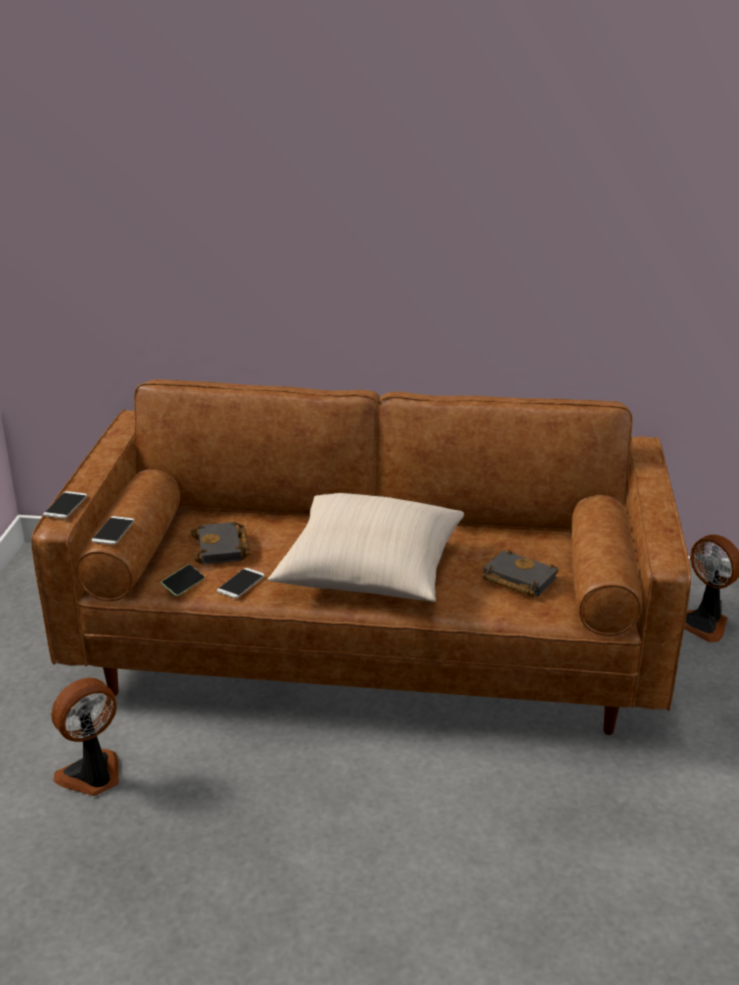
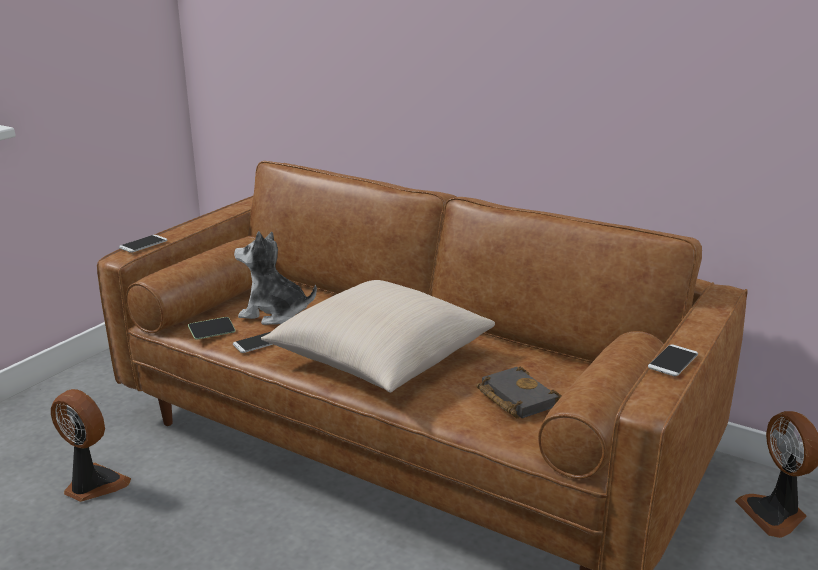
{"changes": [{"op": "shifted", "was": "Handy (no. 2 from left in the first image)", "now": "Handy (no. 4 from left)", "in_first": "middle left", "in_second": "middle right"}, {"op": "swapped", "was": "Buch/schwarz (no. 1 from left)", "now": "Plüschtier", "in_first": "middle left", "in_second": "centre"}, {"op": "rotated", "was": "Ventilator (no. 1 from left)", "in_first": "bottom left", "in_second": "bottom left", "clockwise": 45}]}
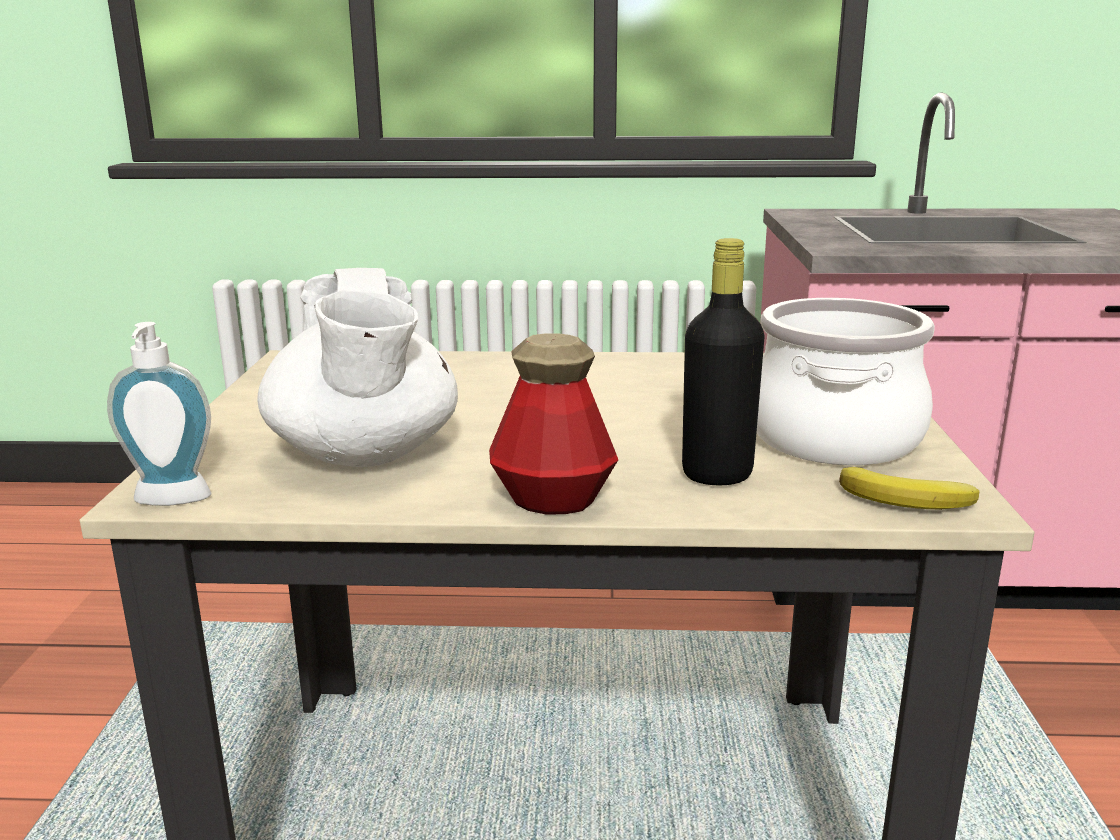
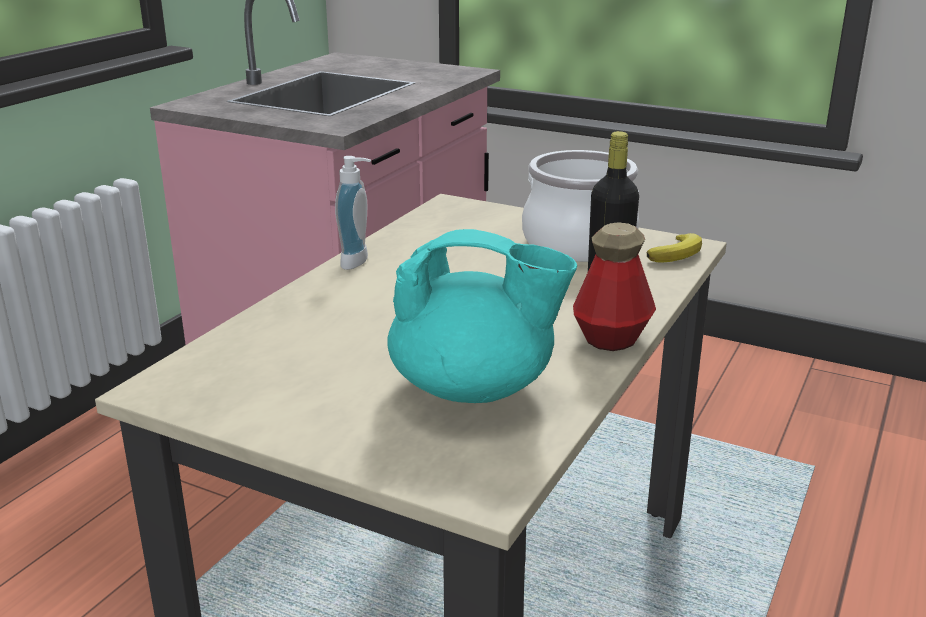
{"changes": [{"op": "shifted", "was": "Seifenspender", "in_first": "middle left", "in_second": "centre"}, {"op": "repainted", "was": "Teekanne/weiß", "now": "Teekanne/türkis", "in_first": "middle left", "in_second": "centre"}]}
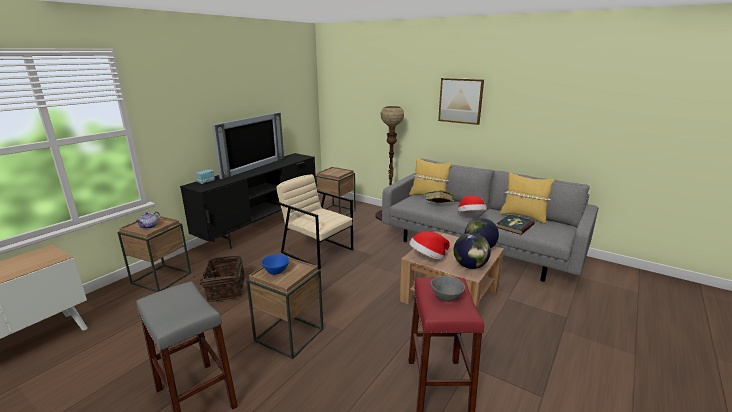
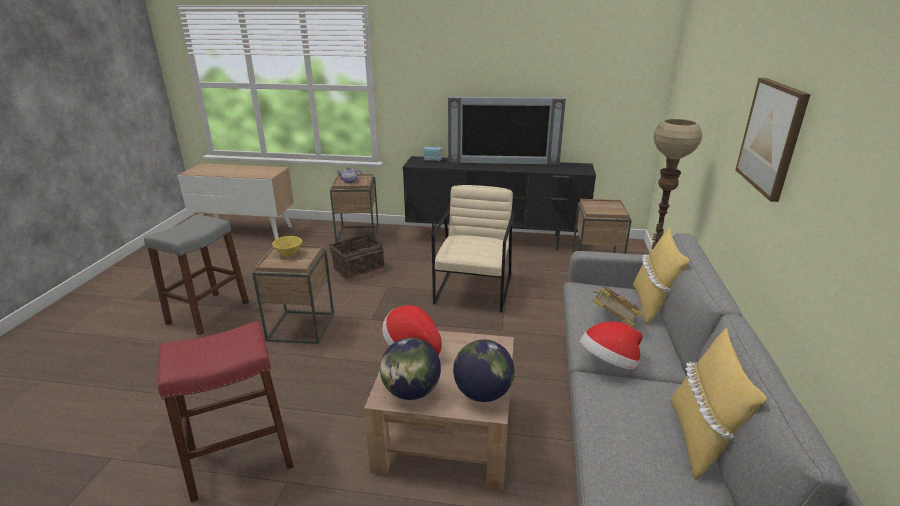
{"changes": [{"op": "gone", "was": "Schüssel/grau", "in_first": "bottom centre"}, {"op": "gone", "was": "Buch (no. 2 from left)", "in_first": "middle right"}, {"op": "repainted", "was": "Schüssel/blau", "now": "Schüssel/gelb", "in_first": "centre", "in_second": "middle left"}]}
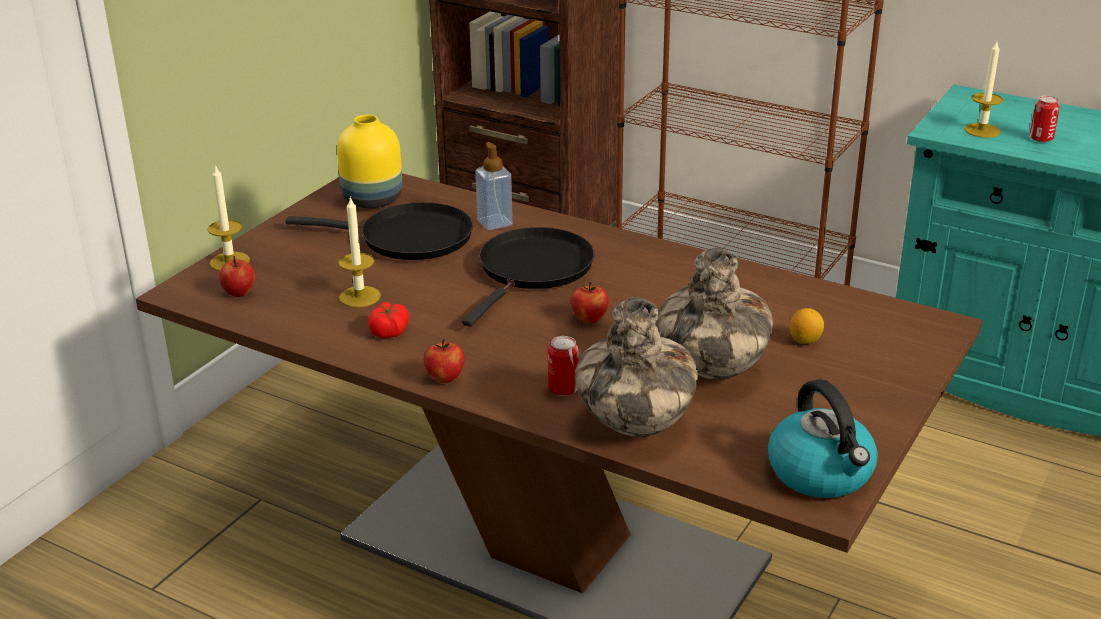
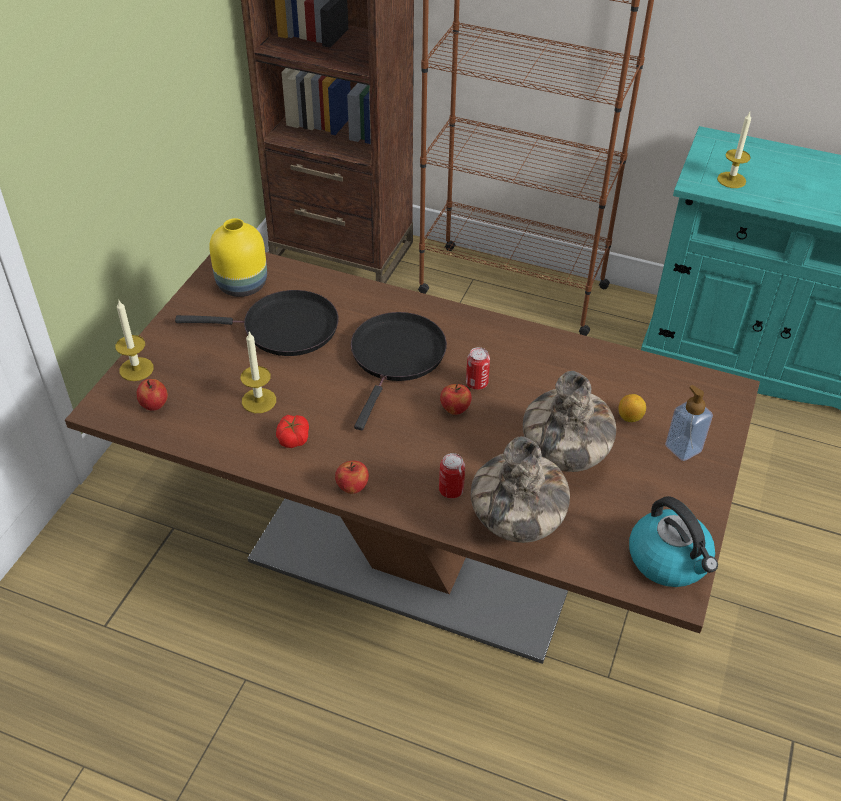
{"changes": [{"op": "shifted", "was": "Seifenspender", "in_first": "top centre", "in_second": "middle right"}, {"op": "shifted", "was": "Dose (no. 2 from left)", "in_first": "top right", "in_second": "centre"}]}
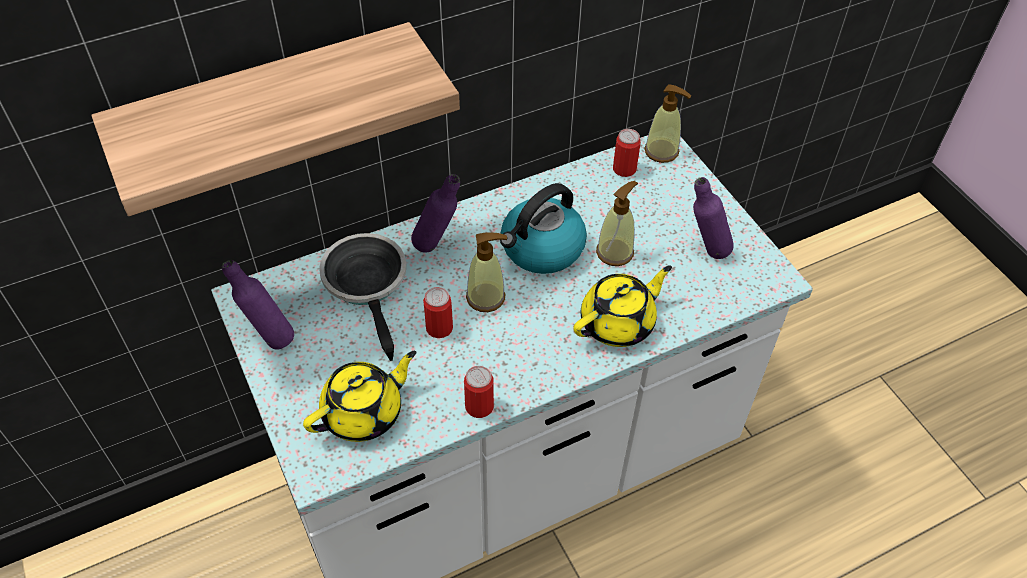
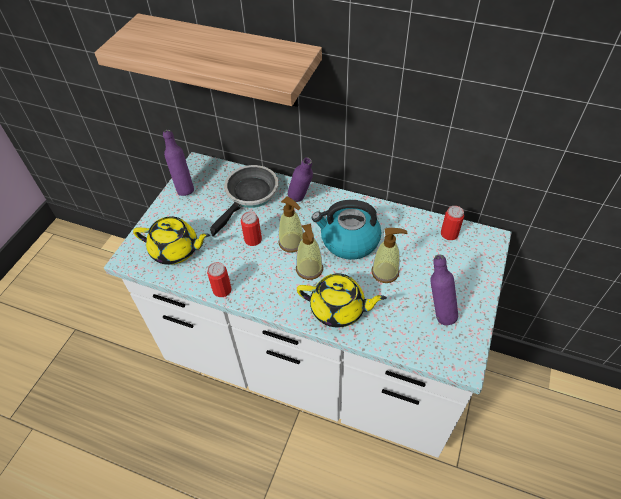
{"changes": [{"op": "shifted", "was": "Seifenspender (no. 3 from left in the first image)", "now": "Seifenspender (no. 2 from left)", "in_first": "top centre", "in_second": "centre"}]}
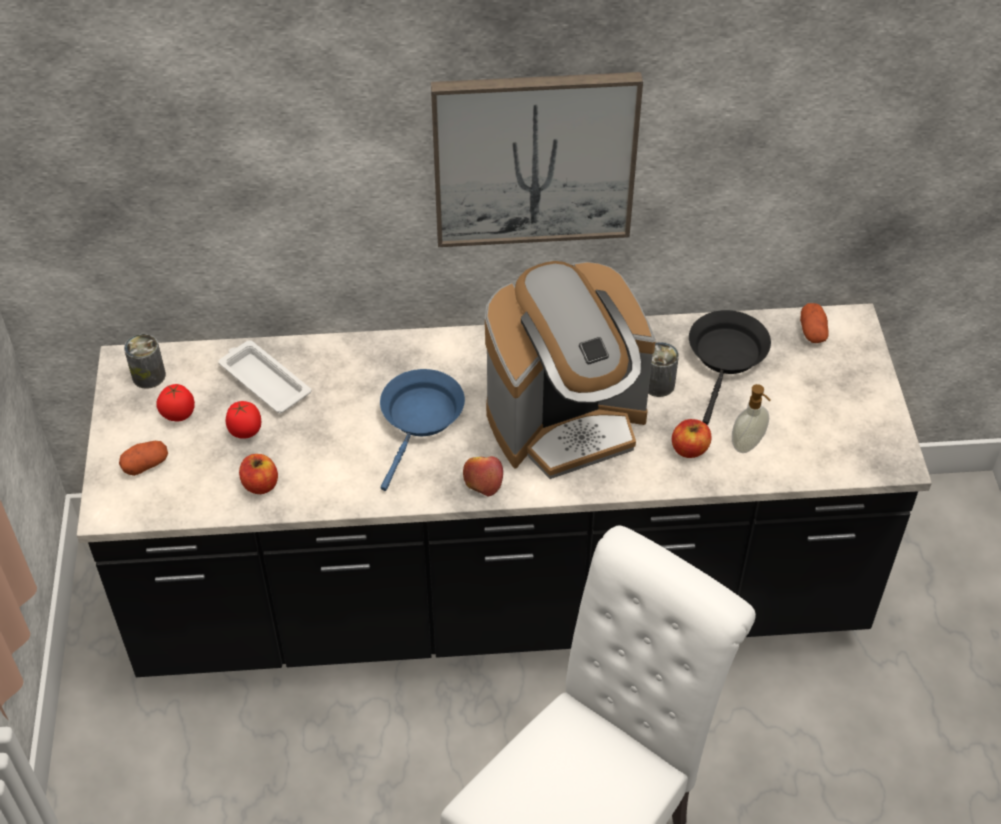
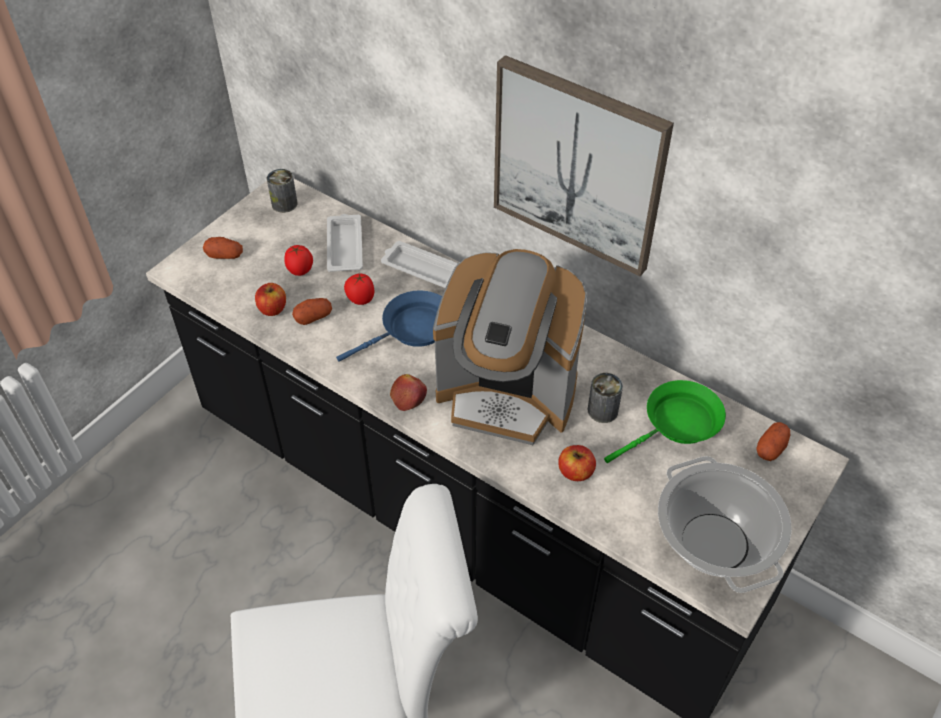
{"changes": [{"op": "gone", "was": "Seifenspender", "in_first": "middle right"}, {"op": "new", "now": "Kartoffel (no. 2 from left)", "in_second": "middle left"}, {"op": "new", "now": "Tablett/weiß (no. 2 from left)", "in_second": "centre"}, {"op": "new", "now": "Kochtopf", "in_second": "bottom right"}, {"op": "shifted", "was": "Tomate (no. 1 from left in the first image)", "now": "Tomate (no. 2 from left)", "in_first": "middle left", "in_second": "centre"}, {"op": "repainted", "was": "Pfanne/schwarz", "now": "Pfanne/grün", "in_first": "middle right", "in_second": "middle right"}]}
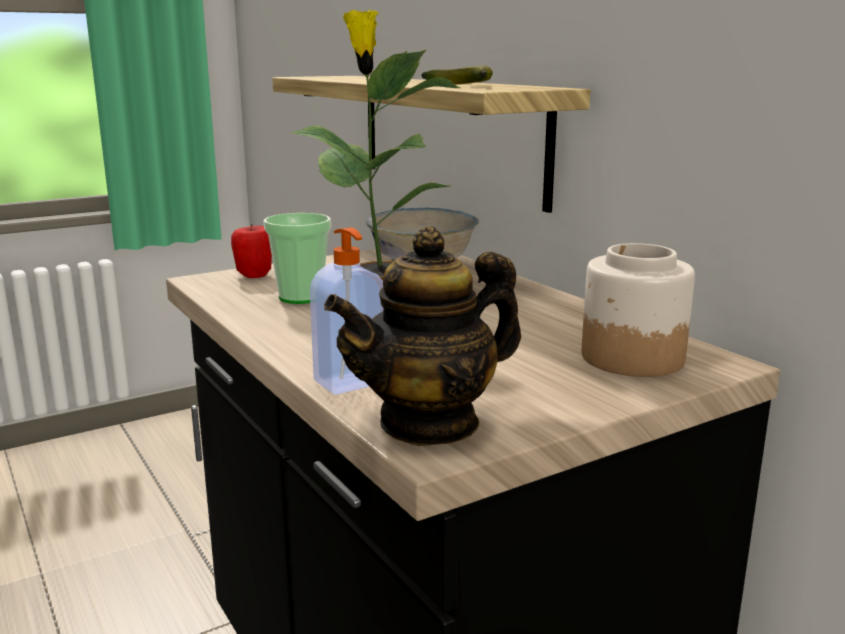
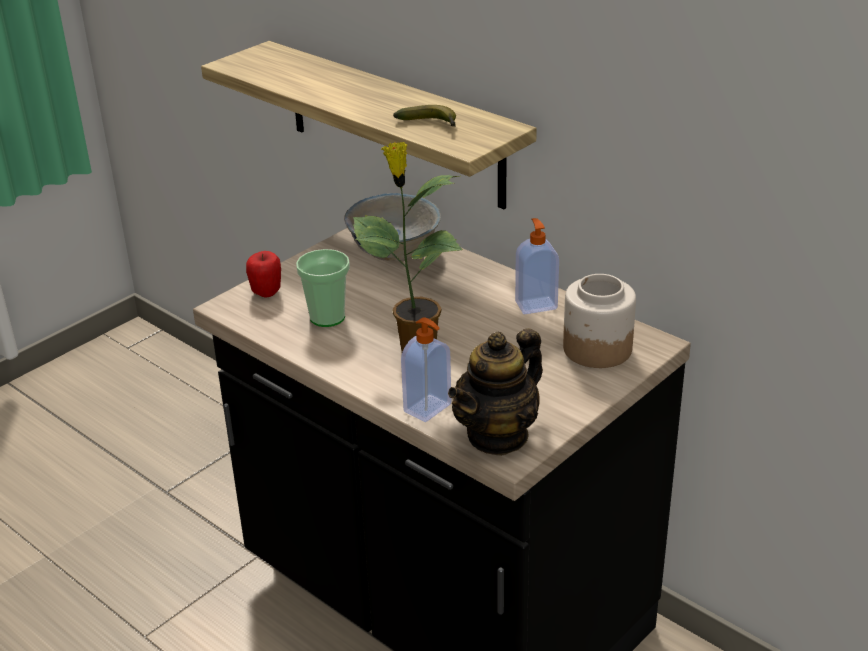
{"changes": [{"op": "new", "now": "Seifenspender (no. 2 from left)", "in_second": "centre"}]}
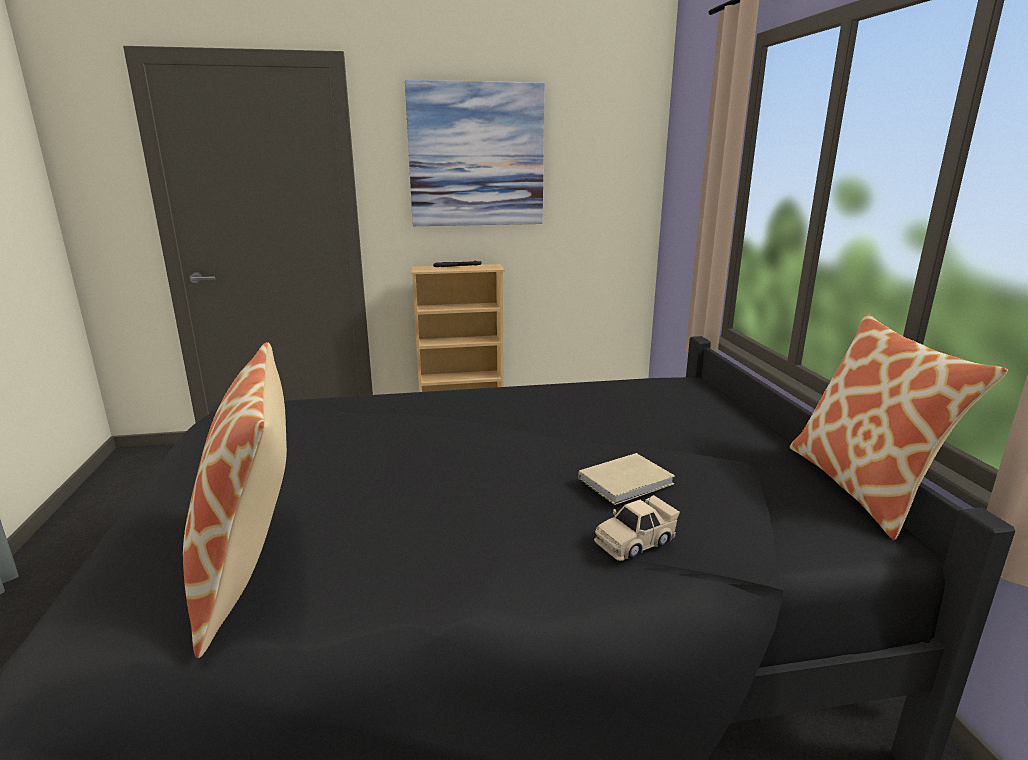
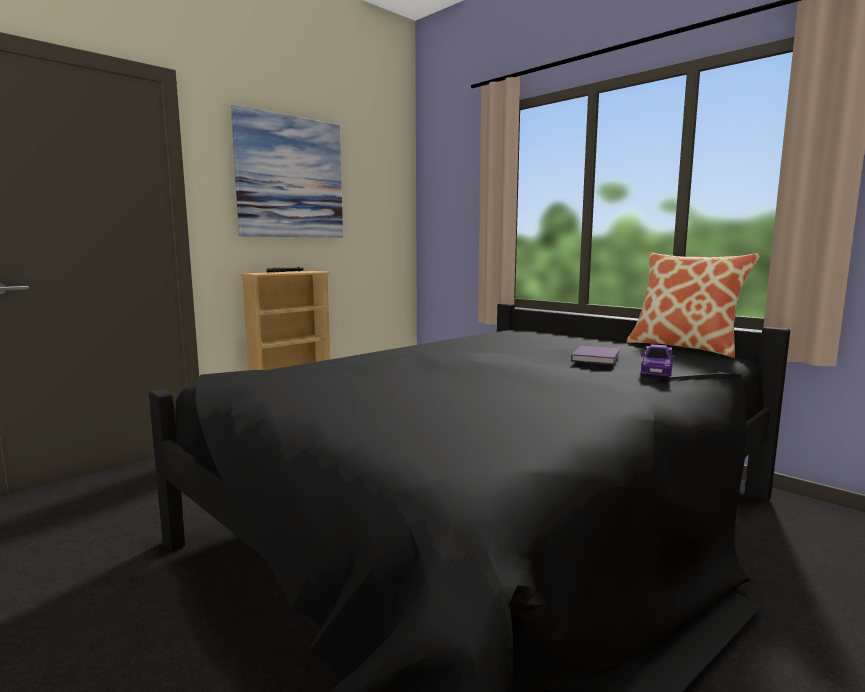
{"changes": [{"op": "gone", "was": "Kissen (no. 1 from left)", "in_first": "middle left"}, {"op": "repainted", "was": "Buch/beige", "now": "Buch/lila", "in_first": "centre", "in_second": "middle right"}, {"op": "repainted", "was": "Spielzeugauto/beige", "now": "Spielzeugauto/lila", "in_first": "bottom centre", "in_second": "middle right"}]}
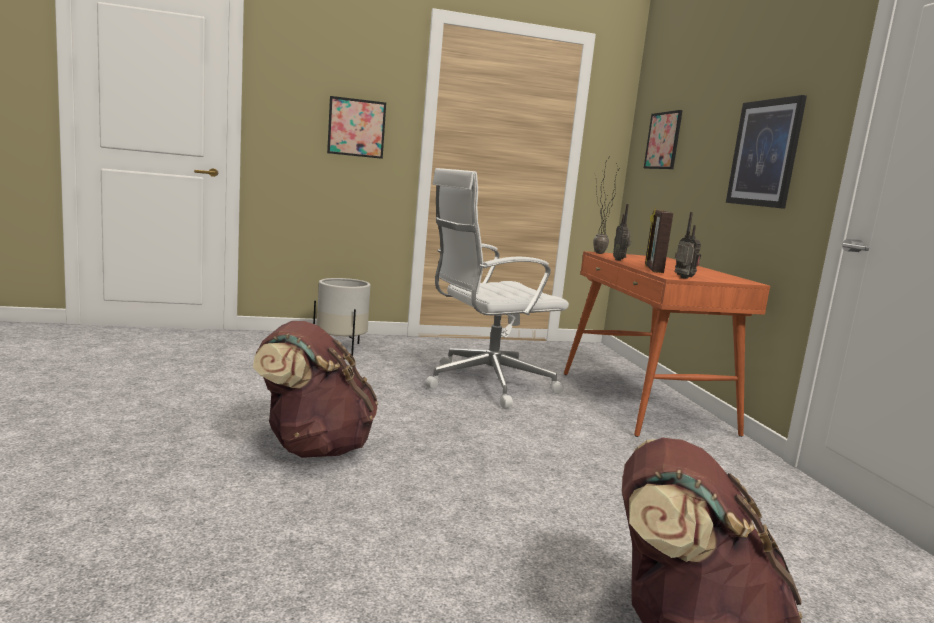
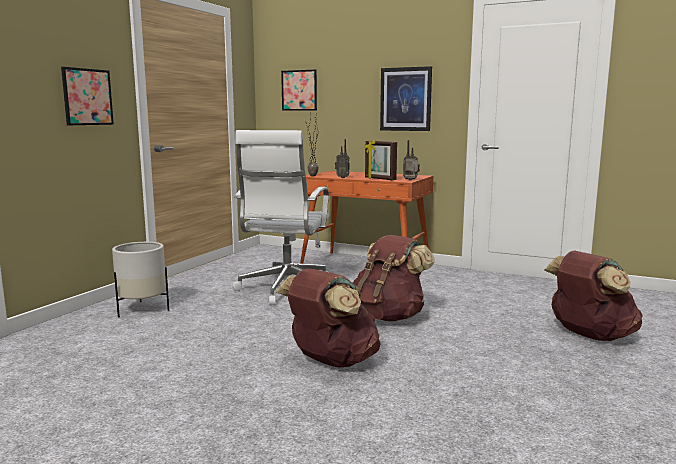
{"changes": [{"op": "new", "now": "Rucksack/braun (no. 2 from left)", "in_second": "centre"}]}
